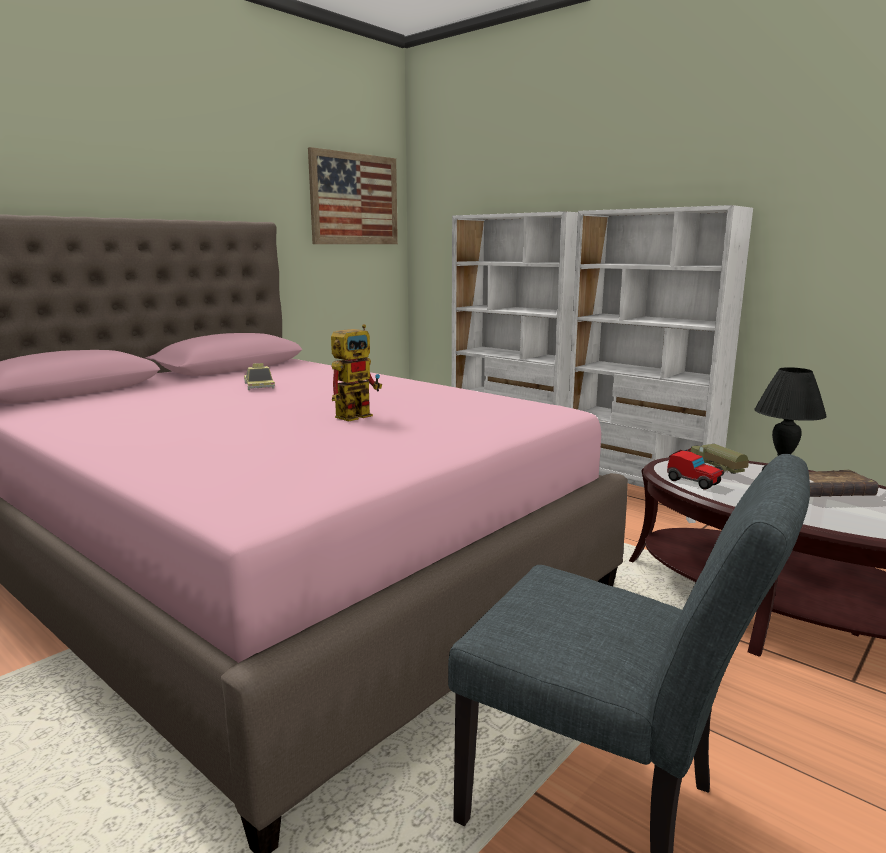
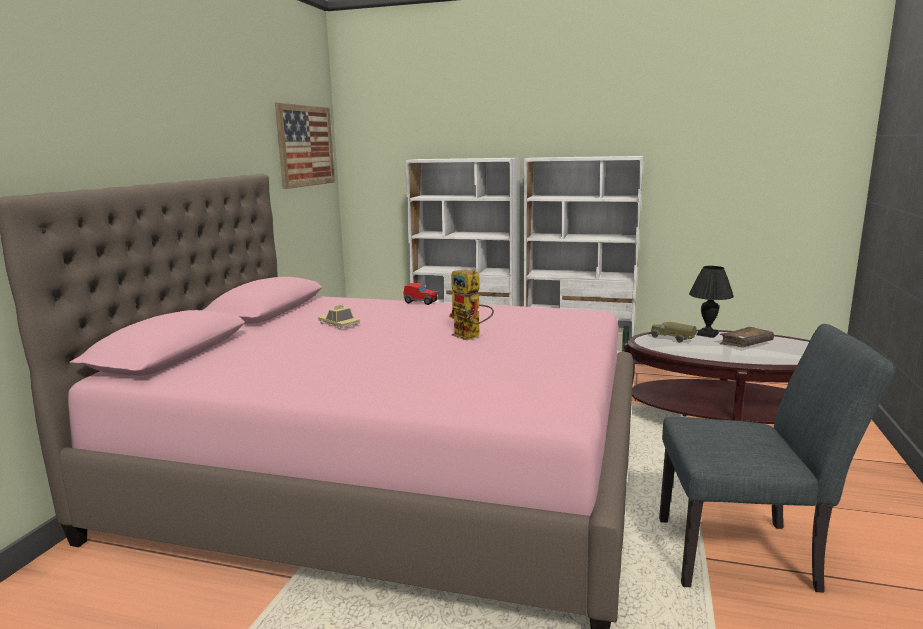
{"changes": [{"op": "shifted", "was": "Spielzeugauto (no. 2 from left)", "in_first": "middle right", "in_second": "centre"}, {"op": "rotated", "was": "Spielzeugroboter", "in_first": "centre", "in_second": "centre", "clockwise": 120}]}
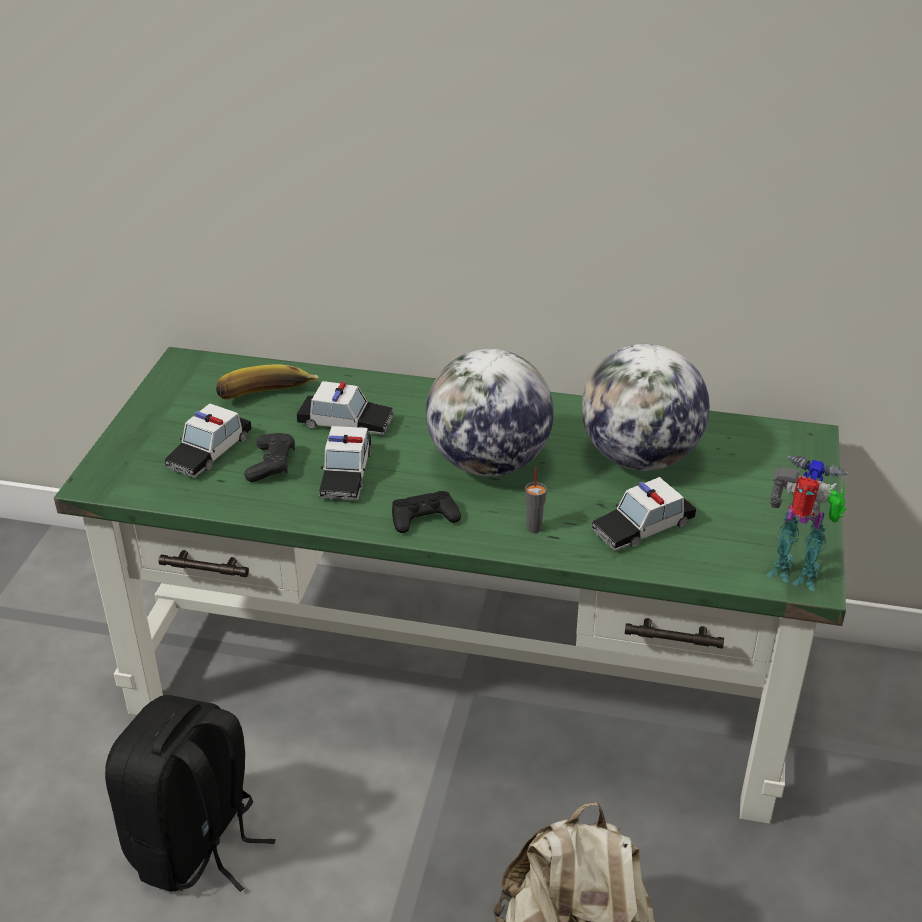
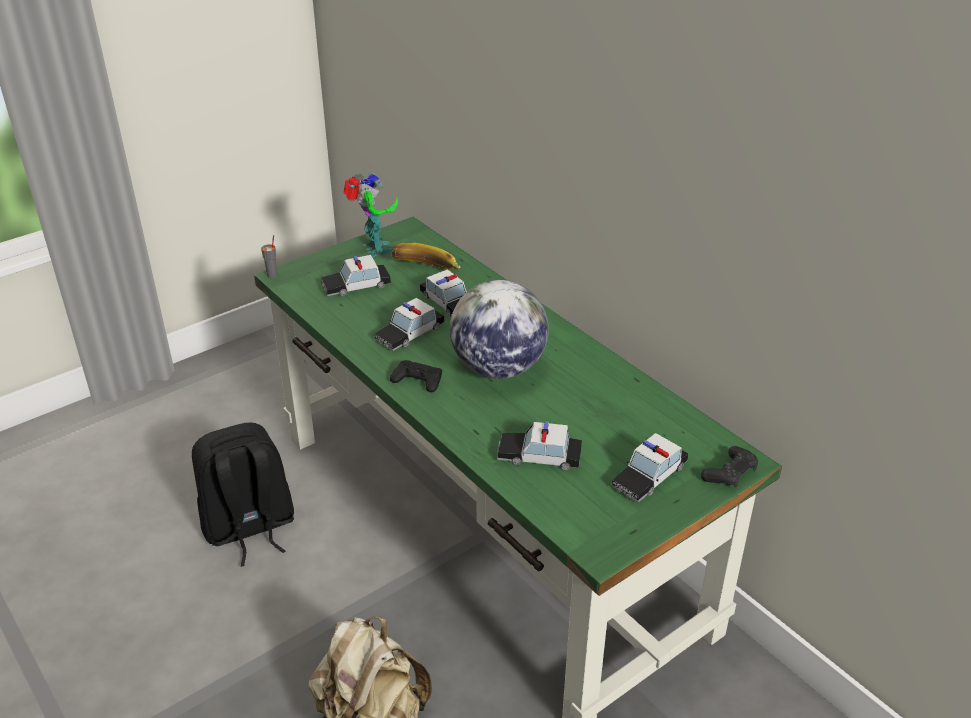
{"changes": [{"op": "gone", "was": "Globus (no. 2 from left)", "in_first": "middle right"}, {"op": "new", "now": "Spielzeugauto (no. 5 from left)", "in_second": "middle right"}, {"op": "shifted", "was": "Gamepad/schwarz (no. 1 from left in the first image)", "now": "Gamepad/schwarz (no. 2 from left)", "in_first": "middle left", "in_second": "middle right"}, {"op": "shifted", "was": "Tasse/grau", "in_first": "centre", "in_second": "middle left"}, {"op": "shifted", "was": "Spielzeugroboter", "in_first": "middle right", "in_second": "top centre"}]}
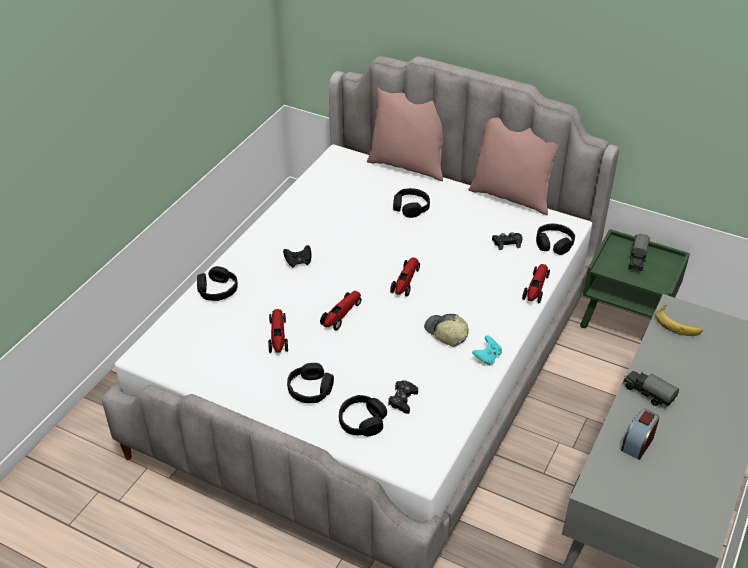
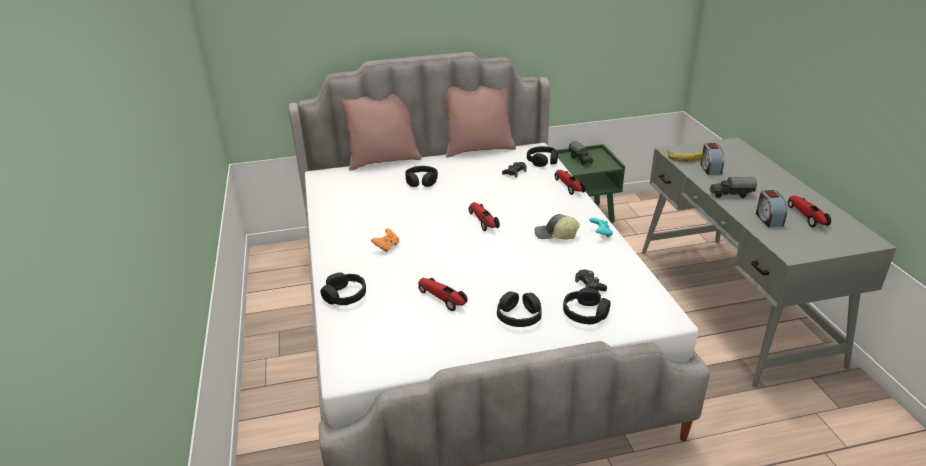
{"changes": [{"op": "new", "now": "Wecker (no. 1 from left)", "in_second": "middle right"}, {"op": "shifted", "was": "Spielzeugauto (no. 2 from left in the first image)", "now": "Spielzeugauto (no. 4 from left)", "in_first": "centre", "in_second": "middle right"}, {"op": "repainted", "was": "Gamepad/schwarz (no. 1 from left)", "now": "Gamepad/orange", "in_first": "centre", "in_second": "centre"}]}
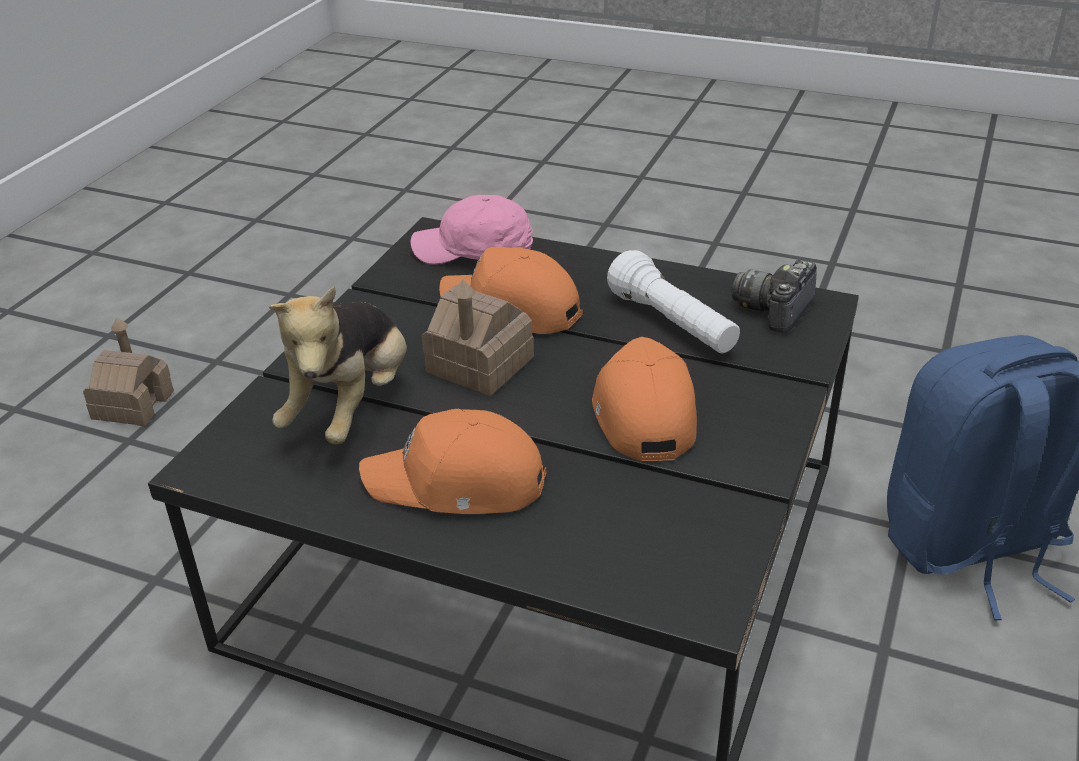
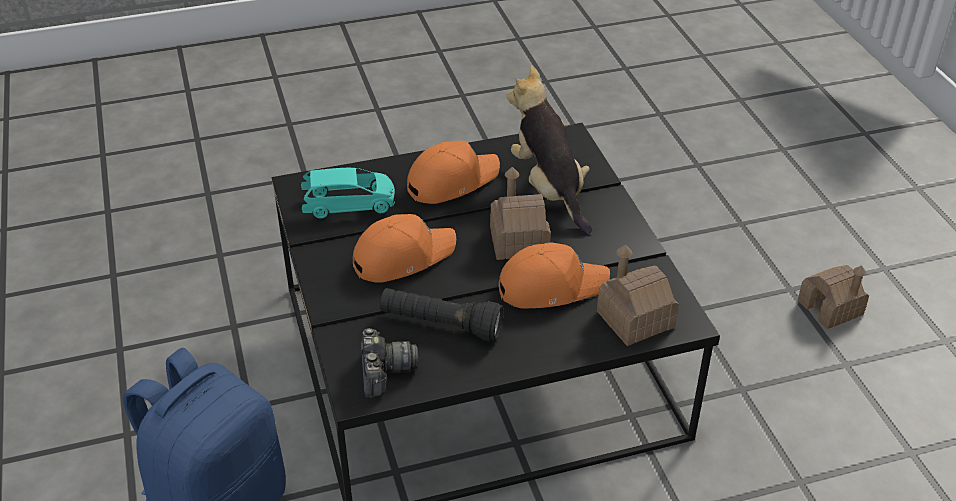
{"changes": [{"op": "new", "now": "Spielzeugauto/türkis", "in_second": "centre"}, {"op": "swapped", "was": "Kappe/rosa", "now": "Spielzeughaus (no. 2 from left)", "in_first": "top centre", "in_second": "middle right"}, {"op": "repainted", "was": "Taschenlampe/weiß", "now": "Taschenlampe/schwarz", "in_first": "centre", "in_second": "centre"}, {"op": "rotated", "was": "Kappe/orange (no. 3 from left in the first image)", "in_first": "centre", "in_second": "centre", "clockwise": -75}]}
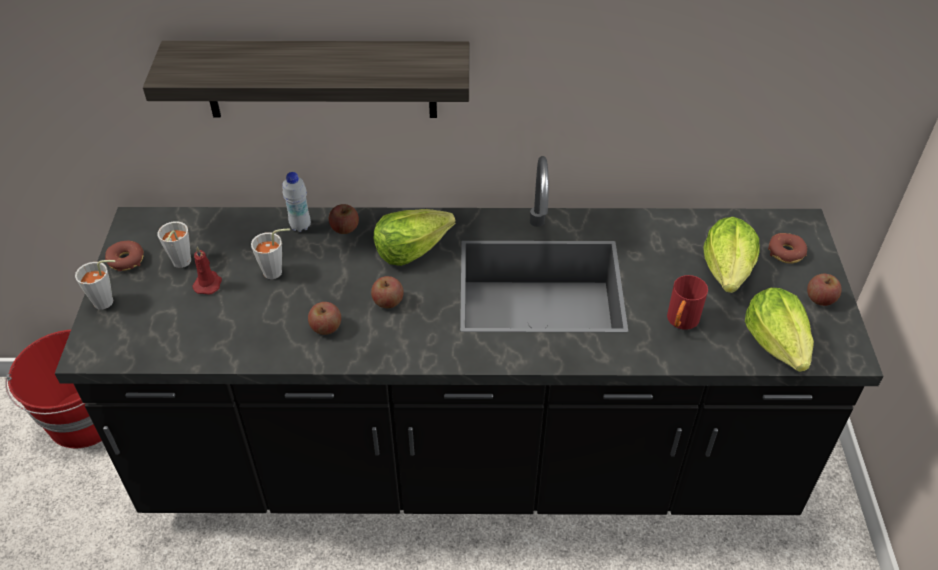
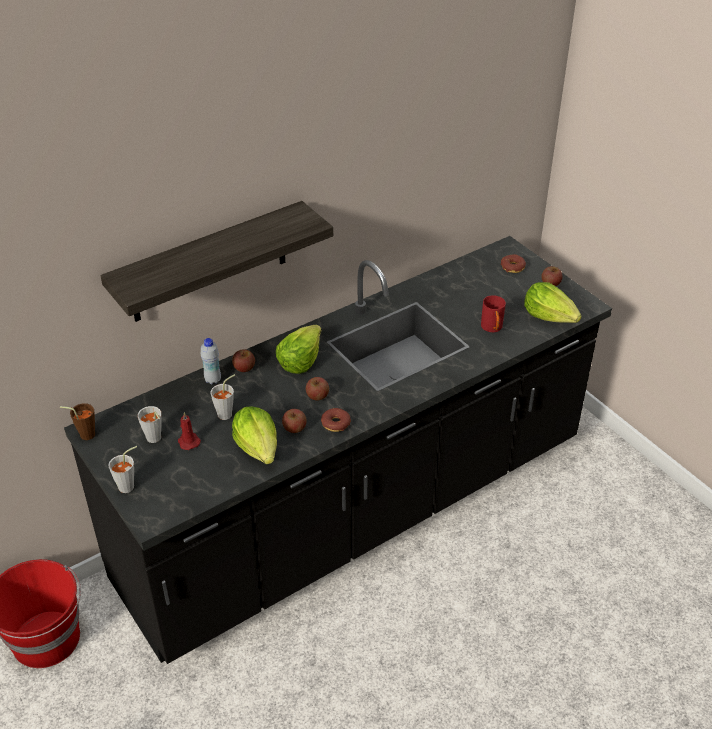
{"changes": [{"op": "new", "now": "Tasse/braun", "in_second": "middle left"}, {"op": "shifted", "was": "Donut (no. 1 from left)", "in_first": "middle left", "in_second": "centre"}, {"op": "shifted", "was": "Salatkopf (no. 2 from left in the first image)", "now": "Salatkopf (no. 1 from left)", "in_first": "middle right", "in_second": "centre"}]}
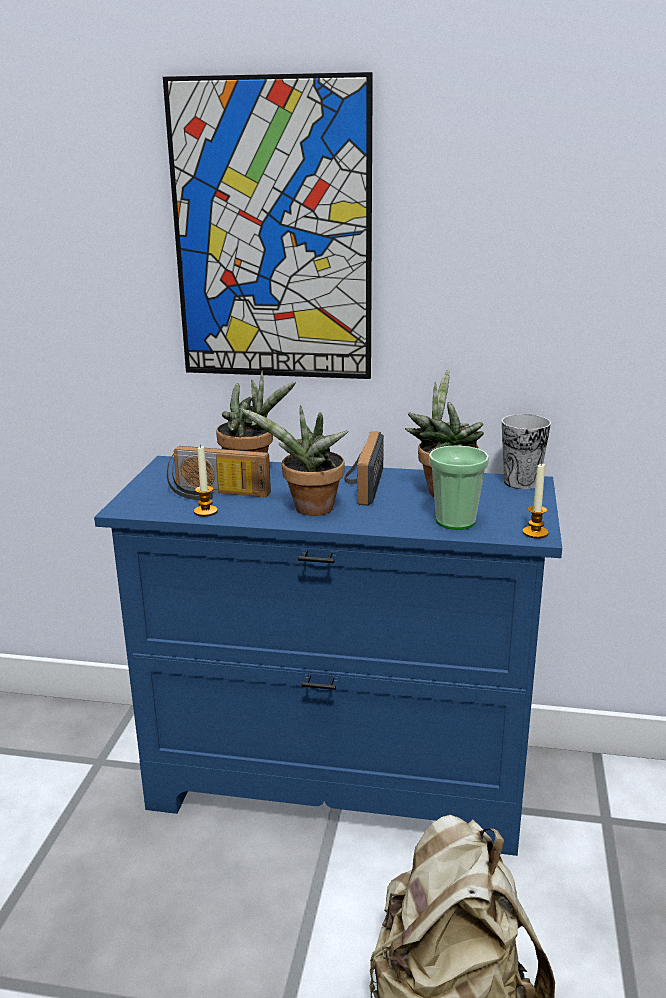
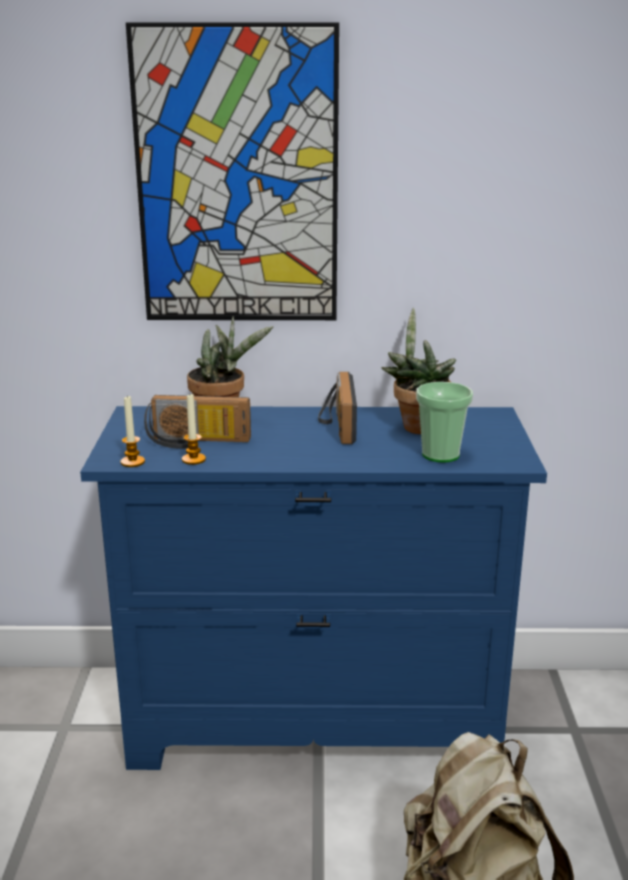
{"changes": [{"op": "gone", "was": "Topfpflanze (no. 2 from left)", "in_first": "centre"}, {"op": "gone", "was": "Tasse (no. 2 from left)", "in_first": "middle right"}, {"op": "shifted", "was": "Kerze (no. 2 from left in the first image)", "now": "Kerze (no. 1 from left)", "in_first": "middle right", "in_second": "middle left"}]}
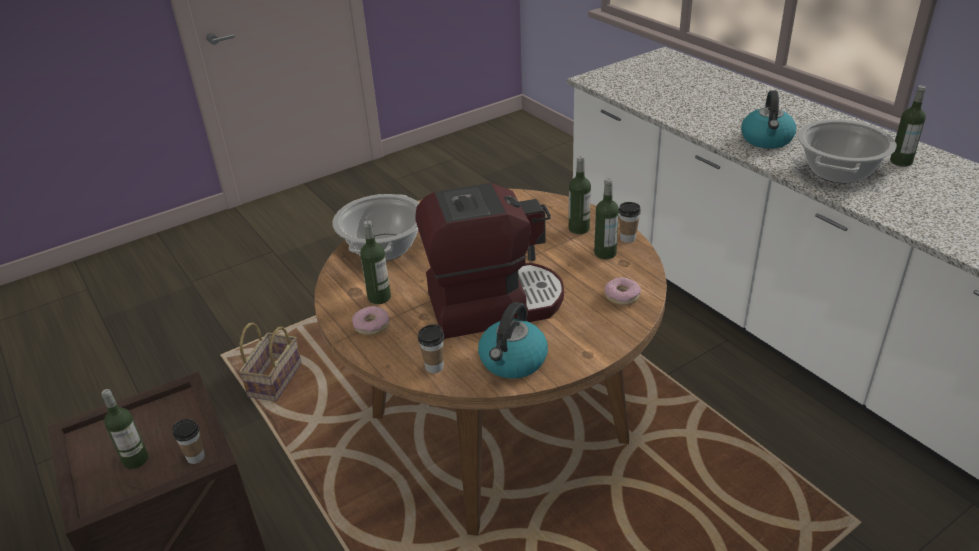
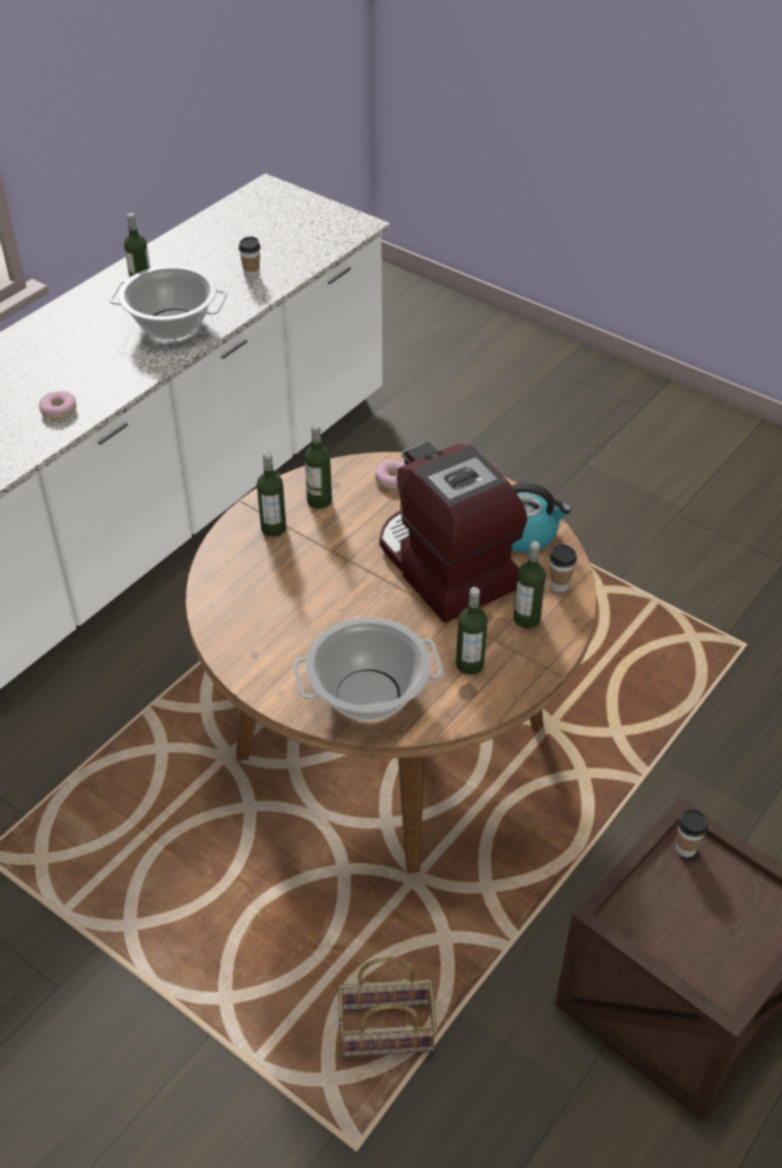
{"changes": [{"op": "gone", "was": "Wasserkessel (no. 2 from left)", "in_first": "top right"}, {"op": "shifted", "was": "Flasche (no. 1 from left in the first image)", "now": "Flasche (no. 5 from left)", "in_first": "bottom left", "in_second": "middle right"}, {"op": "shifted", "was": "Donut (no. 1 from left)", "in_first": "centre", "in_second": "middle left"}, {"op": "shifted", "was": "Tasse (no. 3 from left in the first image)", "now": "Tasse (no. 1 from left)", "in_first": "centre", "in_second": "top left"}]}
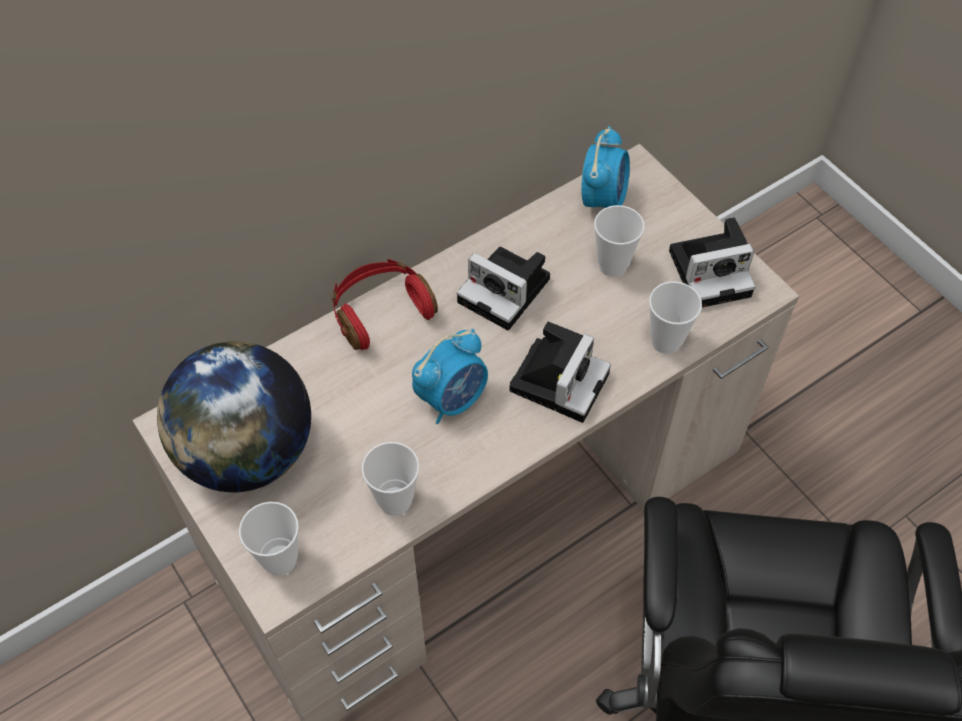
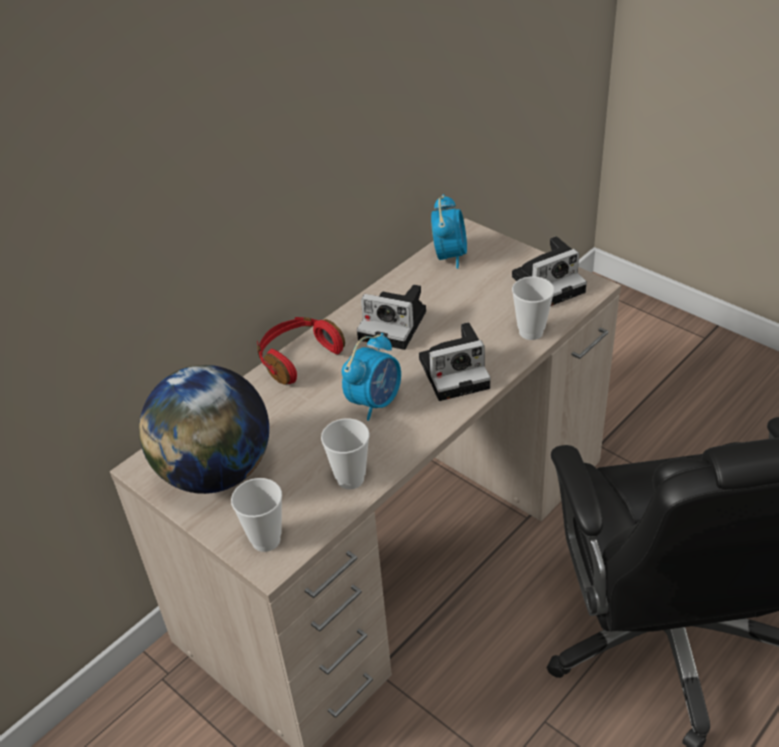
{"changes": [{"op": "gone", "was": "Tasse (no. 3 from left)", "in_first": "centre"}, {"op": "rotated", "was": "Kamera (no. 2 from left)", "in_first": "centre", "in_second": "centre", "clockwise": 60}]}
